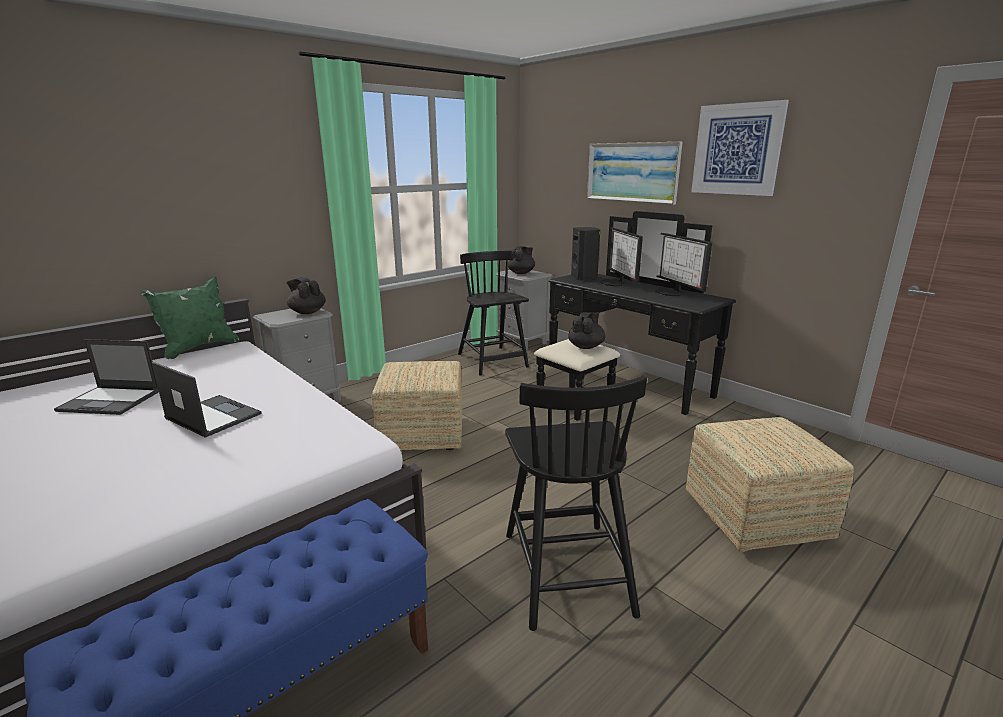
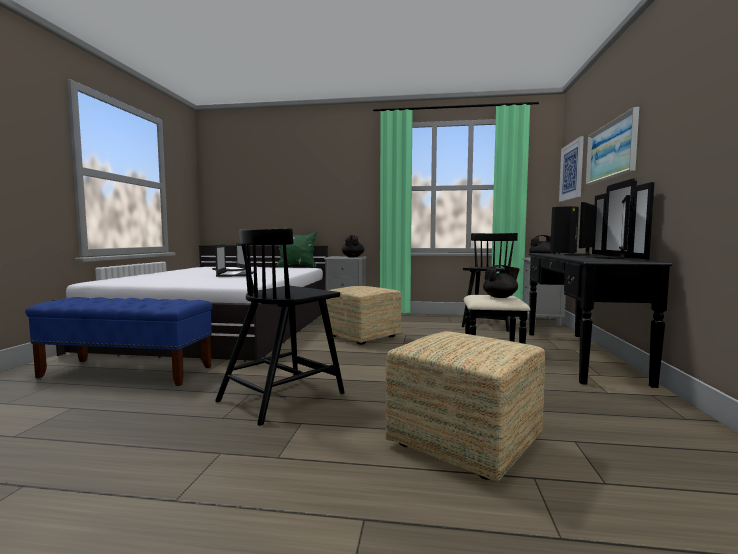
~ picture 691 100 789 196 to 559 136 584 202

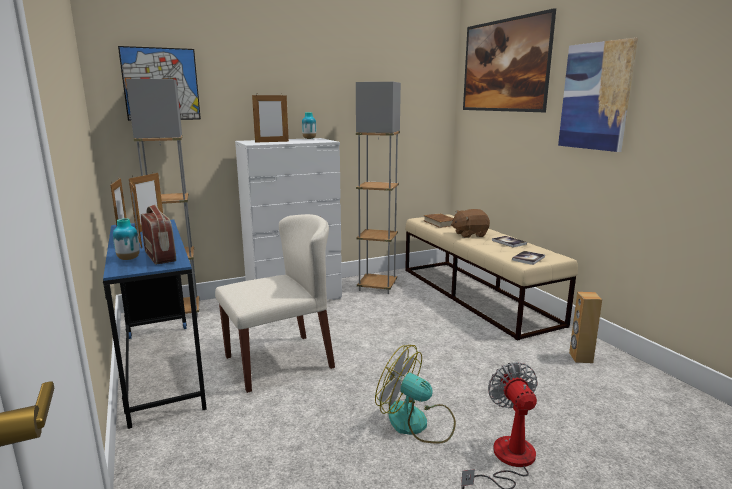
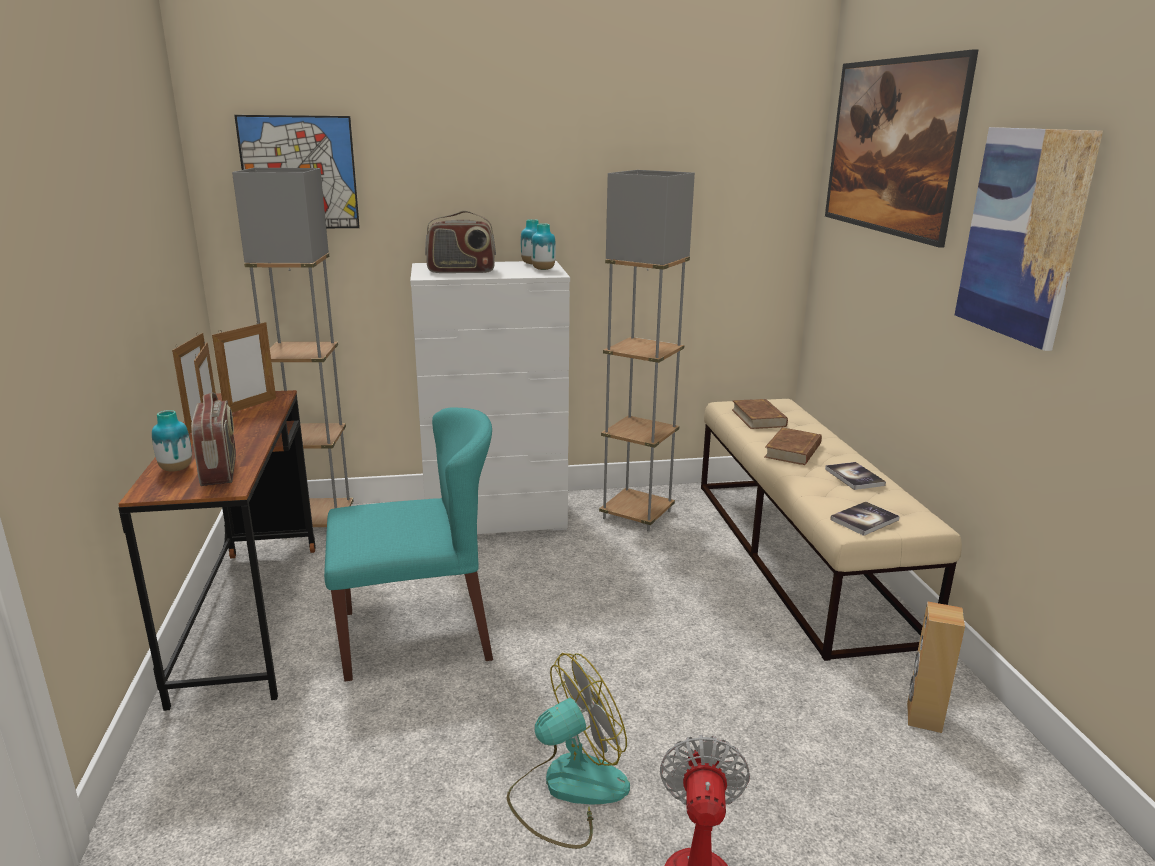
~ picture frame 252 94 289 143 to radio 425 211 496 273
~ plush toy (brown) 451 209 490 238 to book (brown) 764 427 822 465
~ chair (beige) 215 214 335 393 to chair (turquoise) 324 407 493 682
~ desk (blue) 103 219 207 429 to desk (brown) 118 390 316 711
~ fan 375 345 456 444 = 507 653 630 849 105 degrees clockwise
+ vase 531 223 556 270

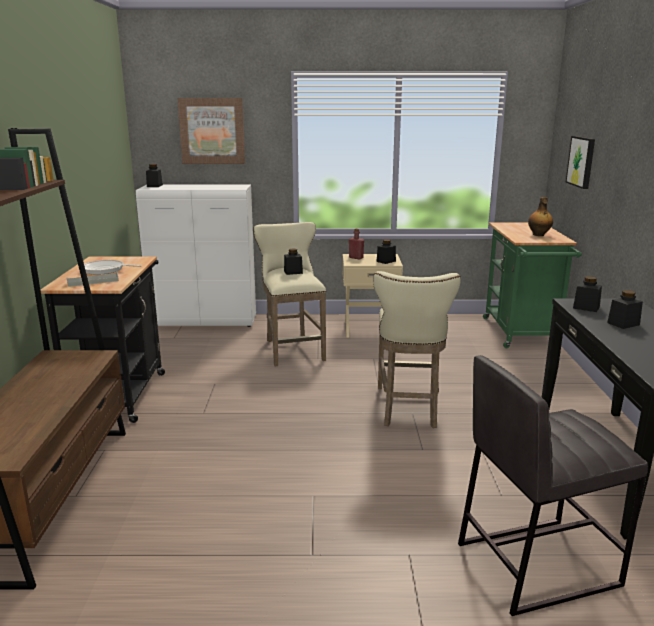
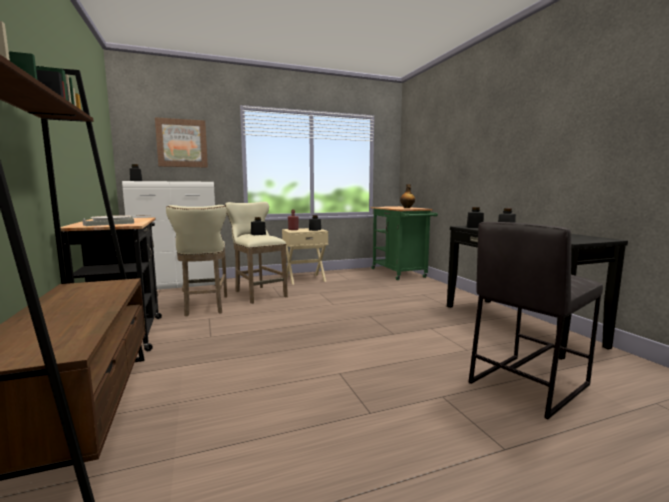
- picture 566 136 595 189
~ stool (beige) 373 271 461 428 to 166 205 227 316

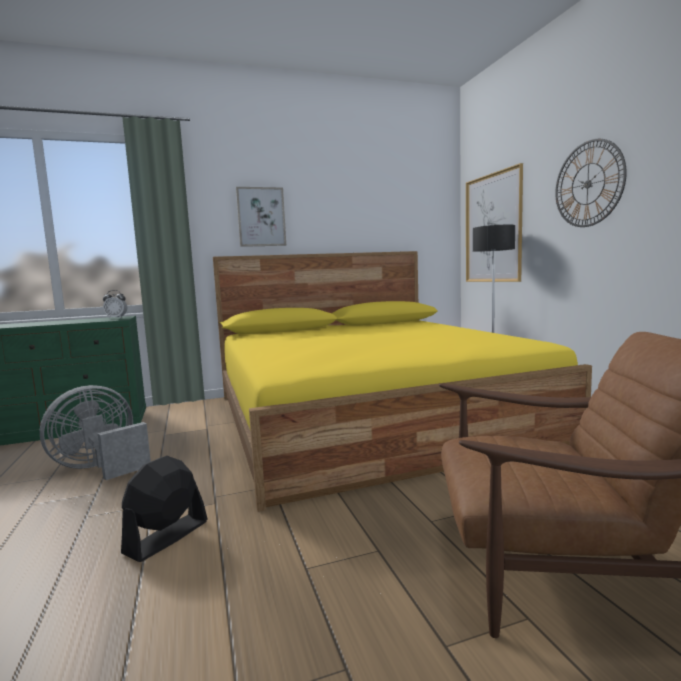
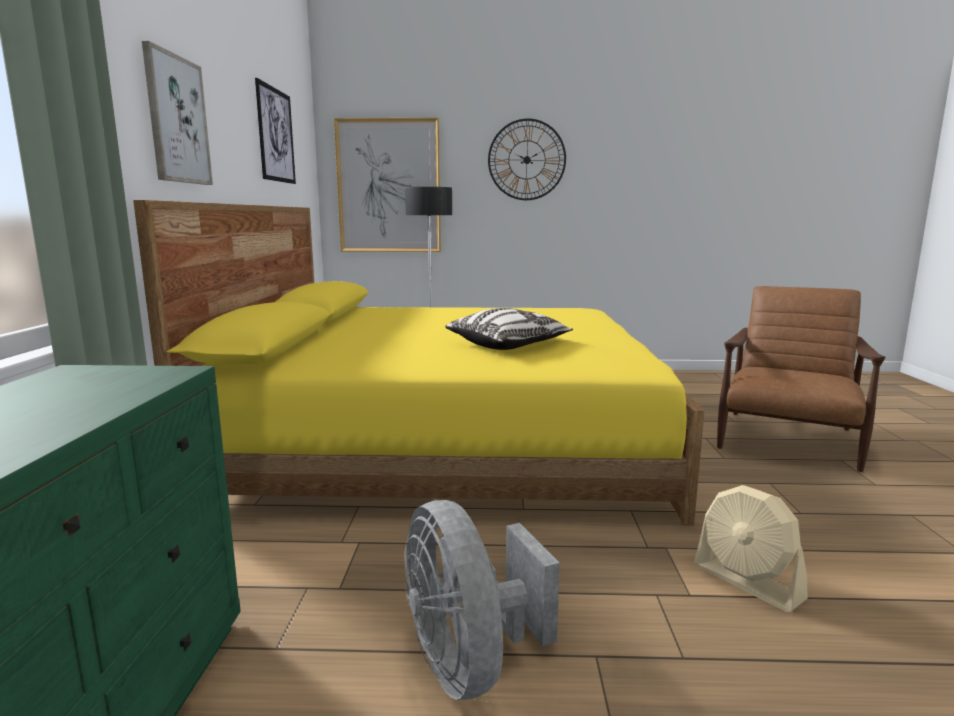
- alarm clock 103 290 127 319
~ fan (black) 121 456 207 562 to fan (beige) 694 485 808 612
+ picture 255 78 296 184
+ pillow 445 308 573 350

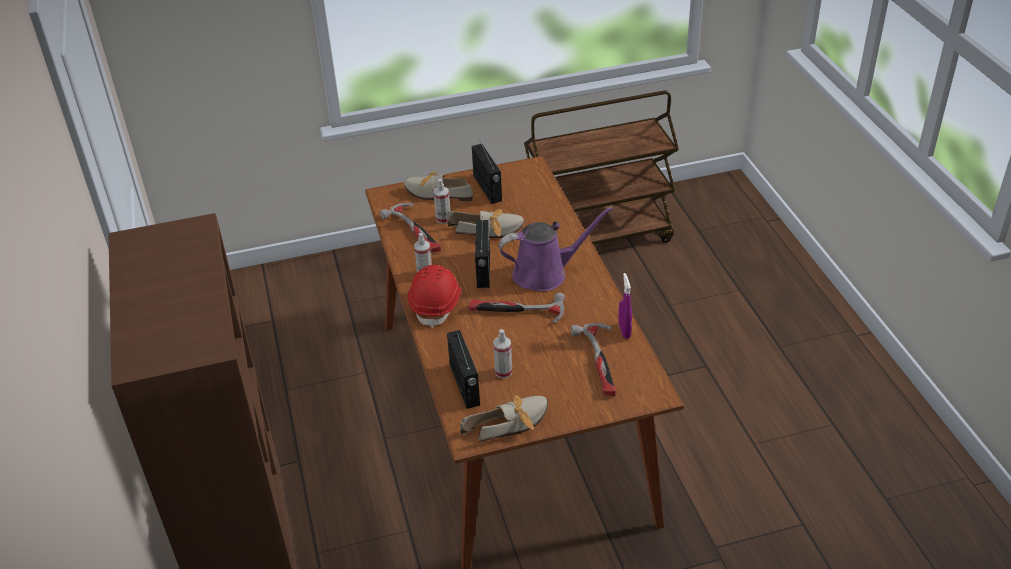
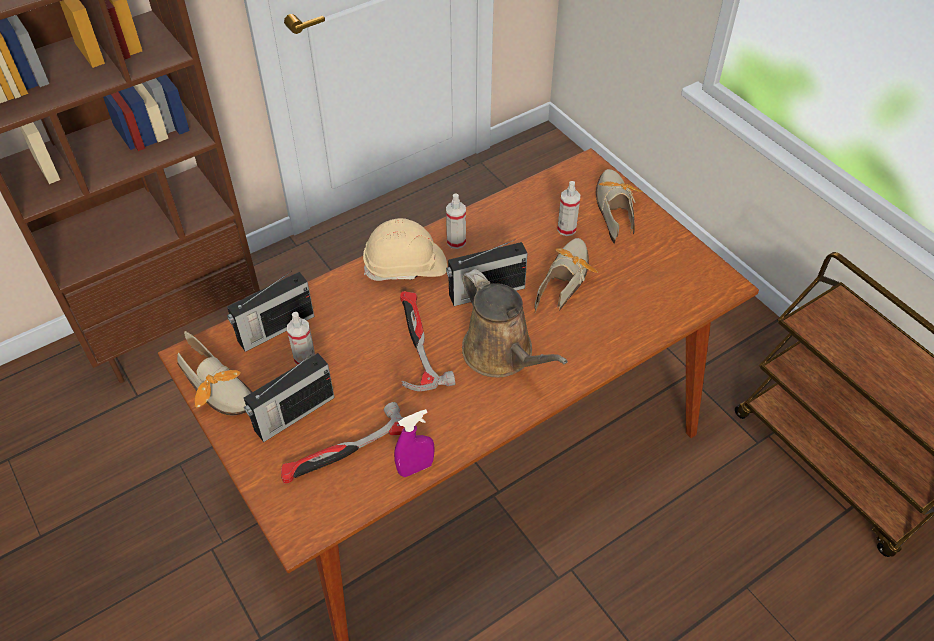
~ radio 472 142 502 204 to 244 353 335 442
- hammer 380 203 441 252
~ watering can (purple) 499 207 613 291 to watering can (brown) 462 269 568 378
~ shoe 447 209 524 238 = 534 238 598 313 135 degrees counterclockwise
~ hard hat (red) 408 265 461 328 to hard hat (beige) 363 218 447 281

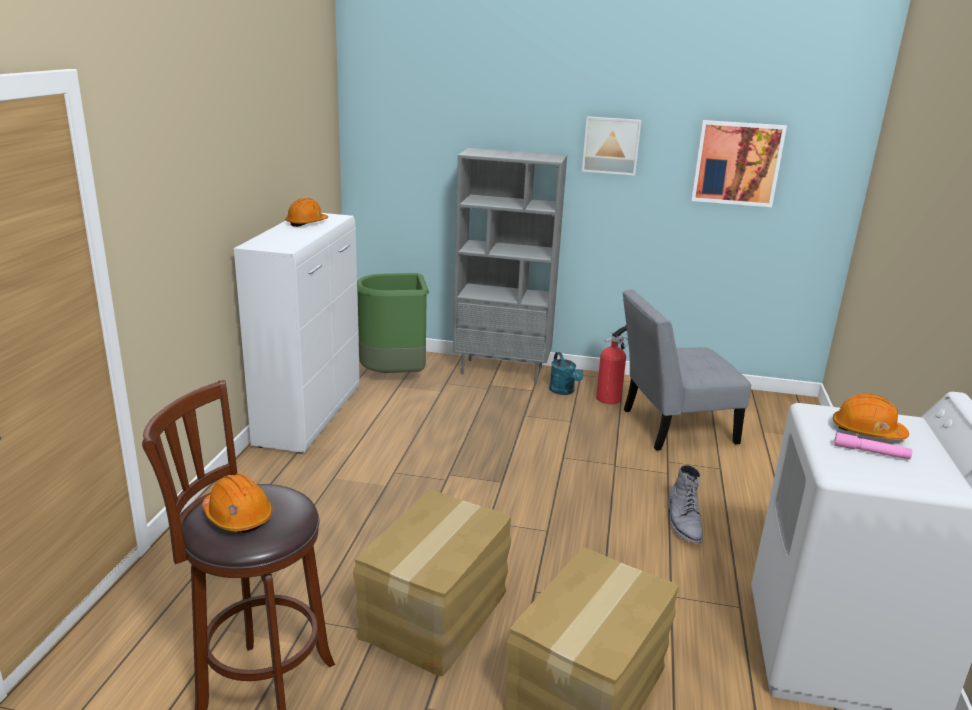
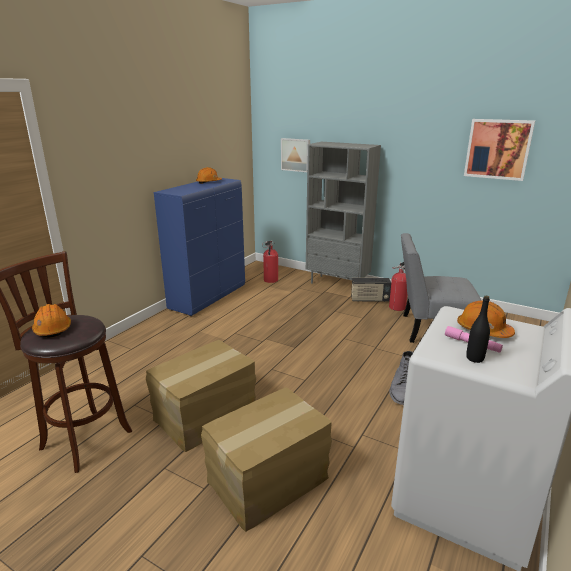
~ picture 582 116 642 176 to 281 138 310 172
~ cabinet (white) 234 213 359 454 to cabinet (blue) 154 178 245 316
~ trash can (green) 357 273 429 373 to fire extinguisher 262 240 278 283
~ watering can (turquoise) 549 352 583 395 to radio 351 278 391 302
+ bottle (black) 466 296 490 363

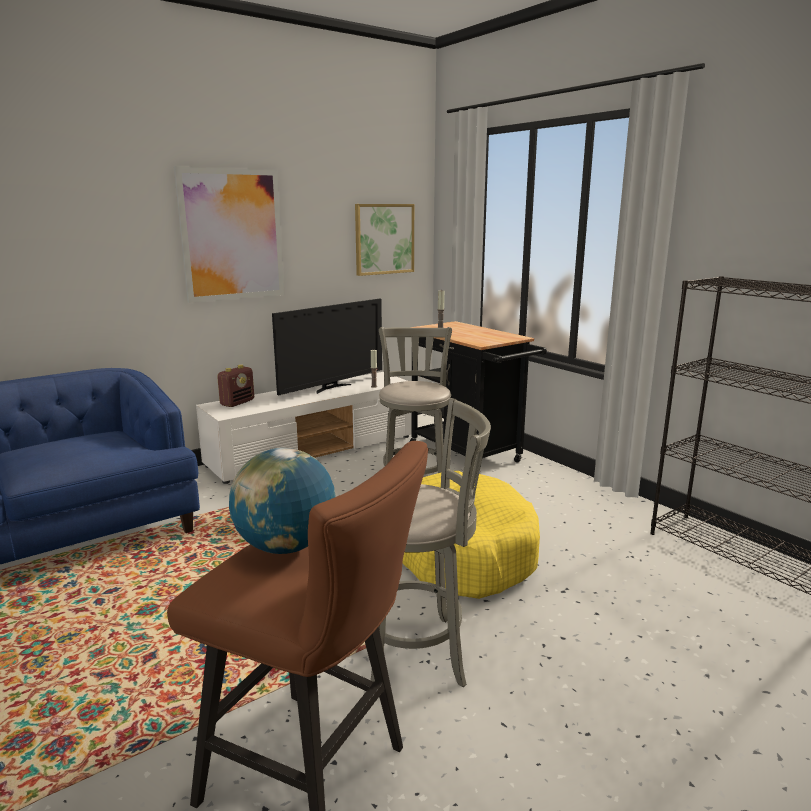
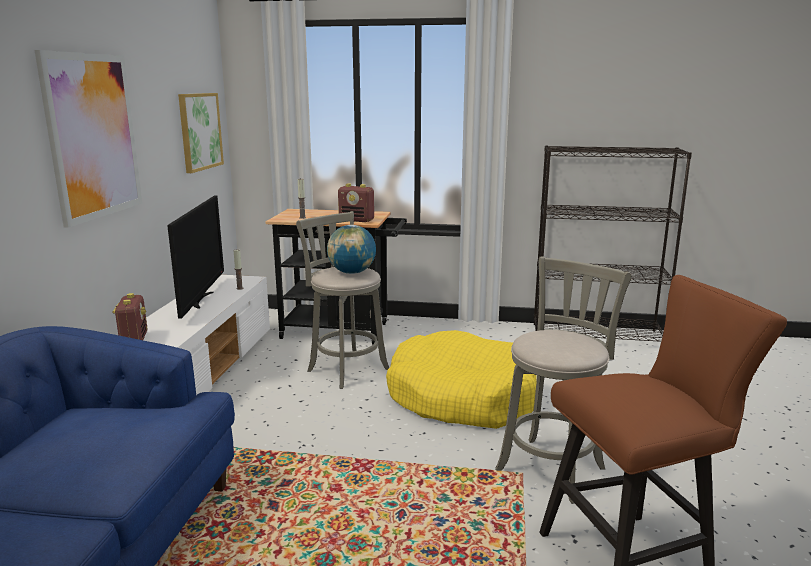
~ globe 229 448 336 554 to 327 225 376 274
+ radio 338 184 374 222

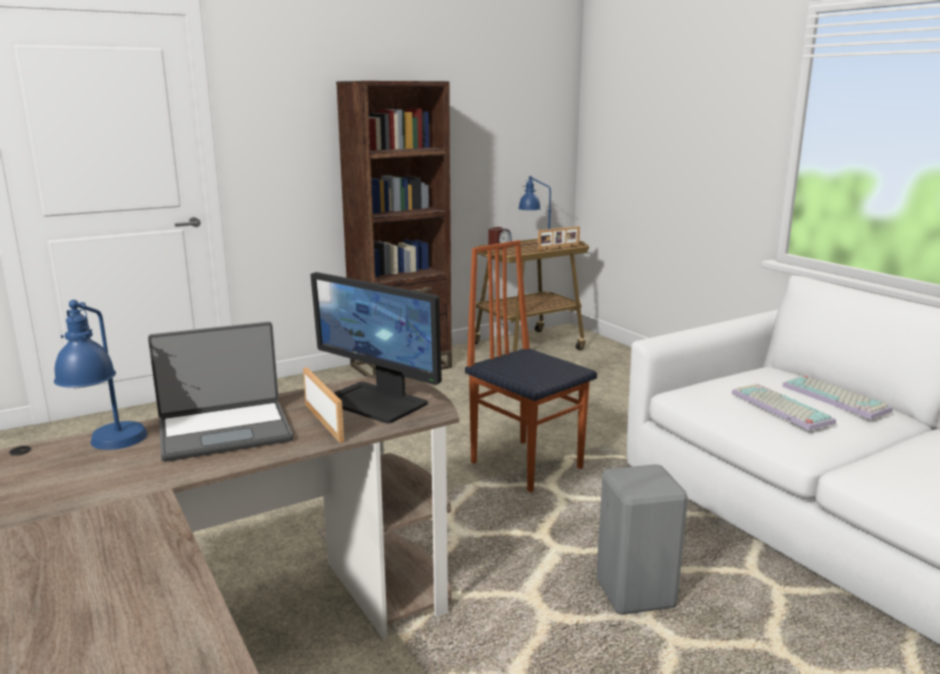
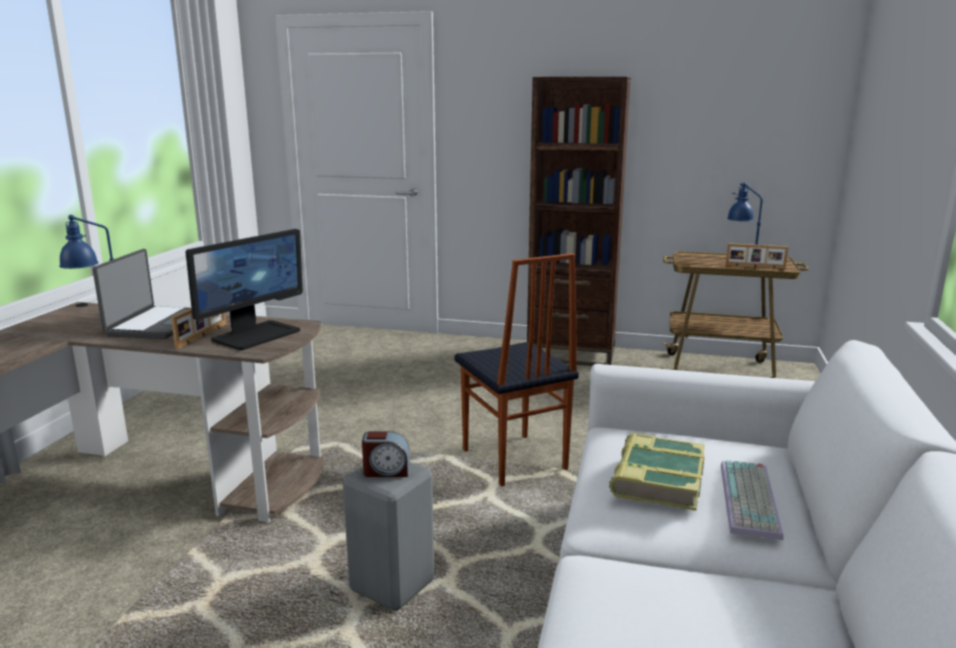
~ alarm clock 488 227 511 250 to 362 431 410 477
~ chair 465 240 597 492 = 454 253 579 487 150 degrees clockwise
~ monitor 311 272 442 424 = 186 229 303 350 135 degrees counterclockwise
~ laptop 148 322 293 462 = 92 249 191 339 105 degrees counterclockwise
~ keyboard 731 384 836 430 to book 609 433 705 511

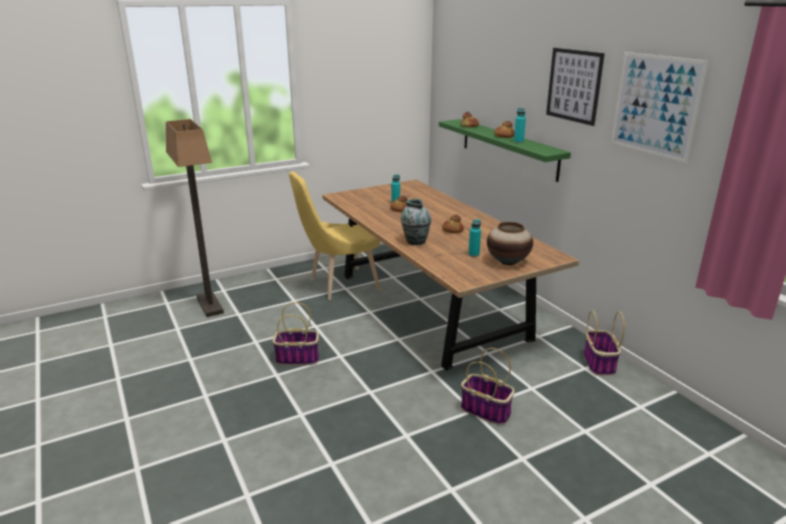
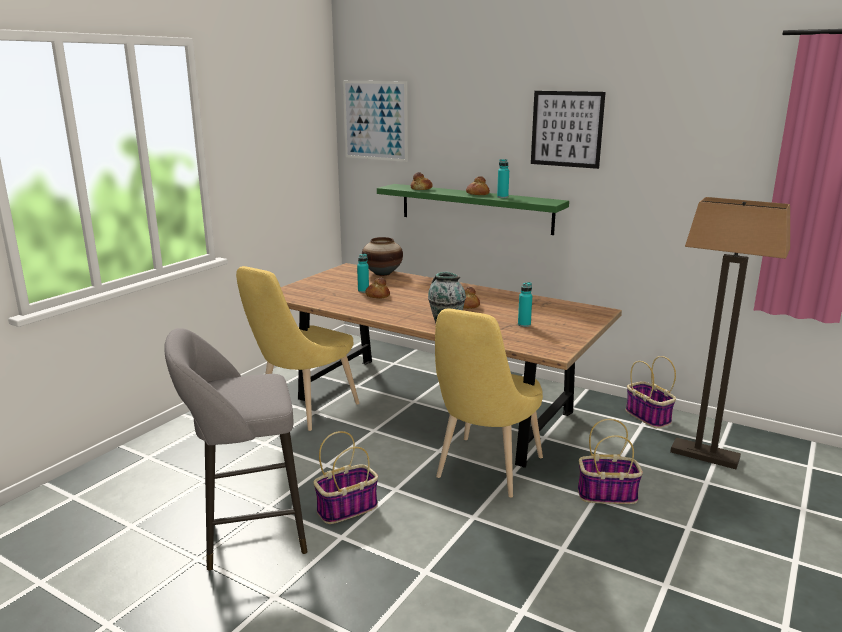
~ picture 611 52 708 163 to 343 81 408 162
~ floor lamp 166 119 224 317 to 670 197 790 469
~ vase 487 222 533 265 to 362 237 403 276
+ chair (yellow) 435 308 543 497
+ stool (grey) 164 328 308 570

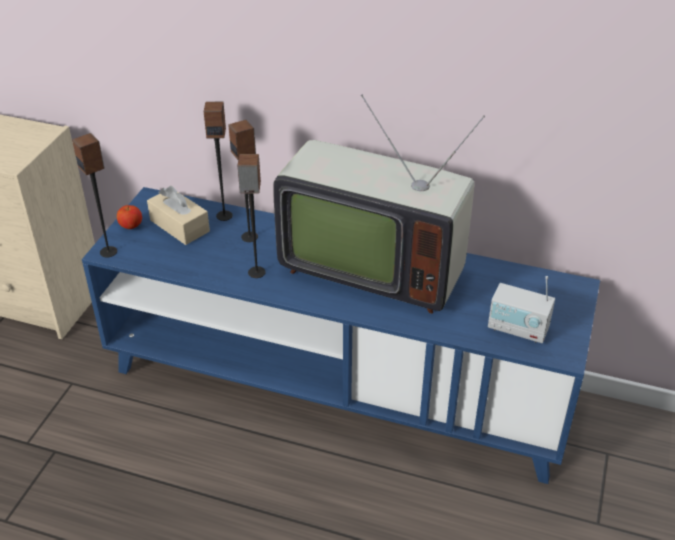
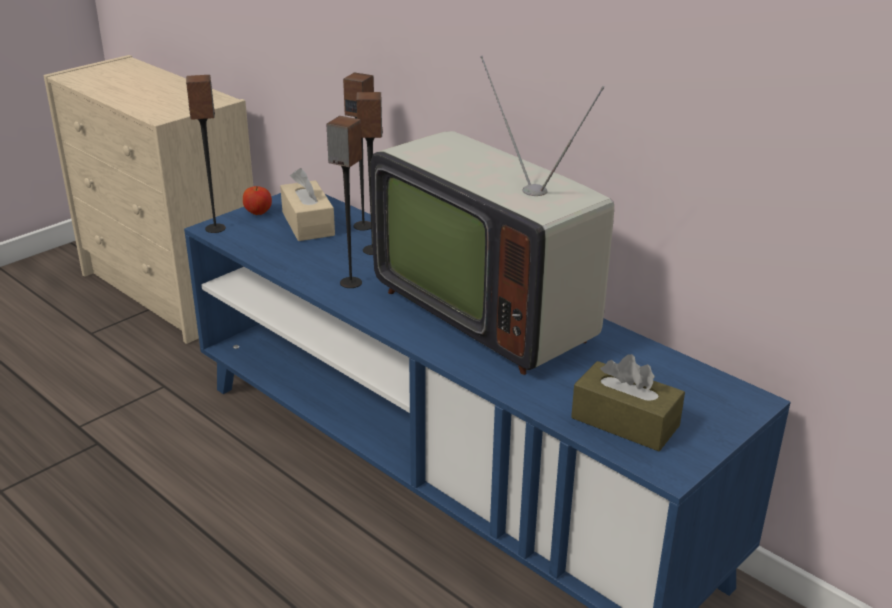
~ radio 488 276 555 343 to tissue box (brown) 571 354 685 451

